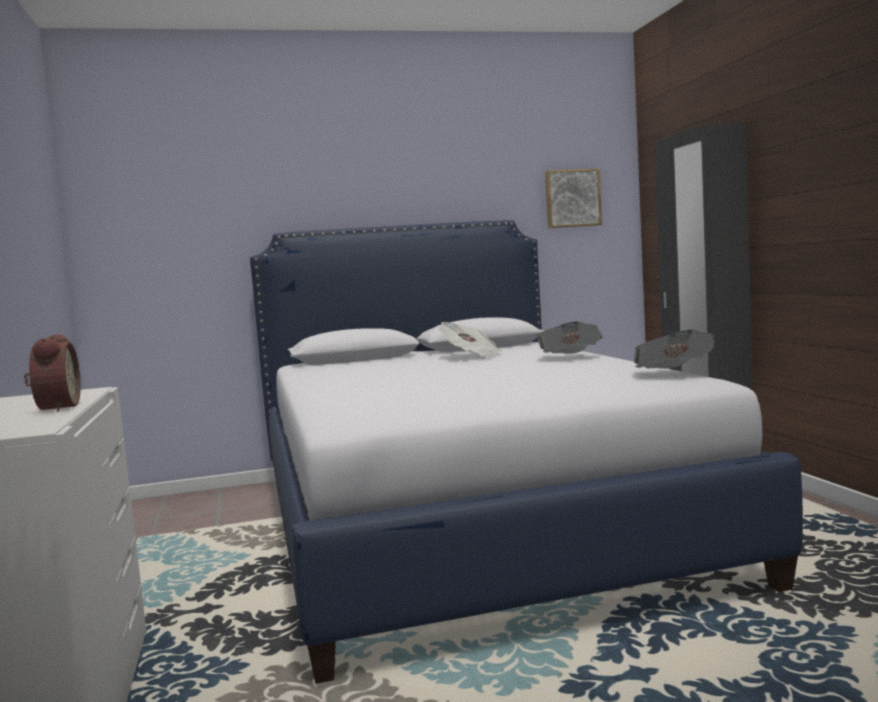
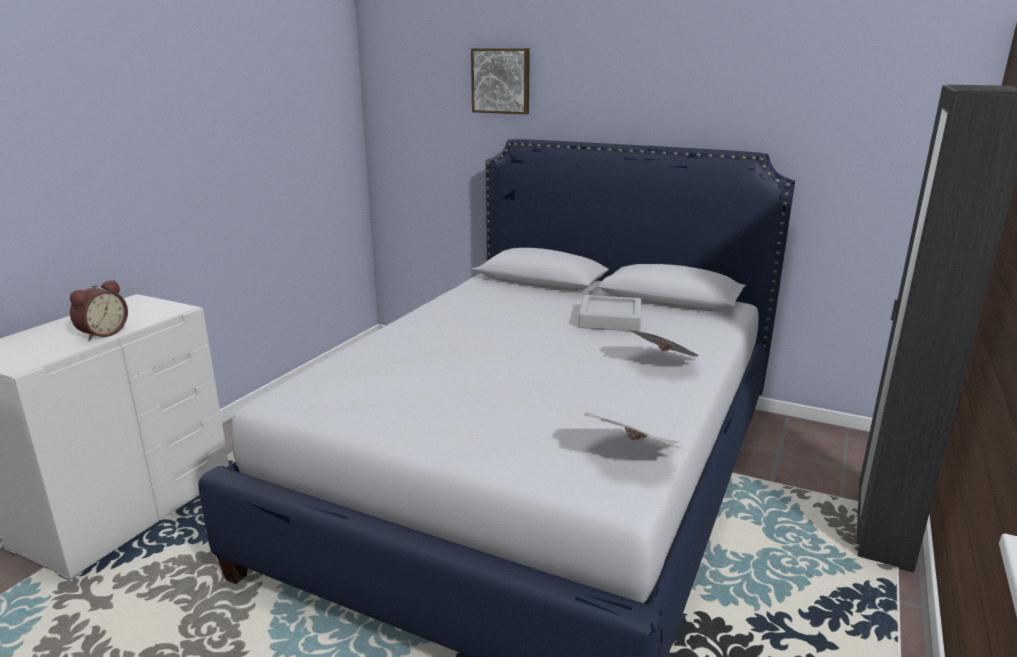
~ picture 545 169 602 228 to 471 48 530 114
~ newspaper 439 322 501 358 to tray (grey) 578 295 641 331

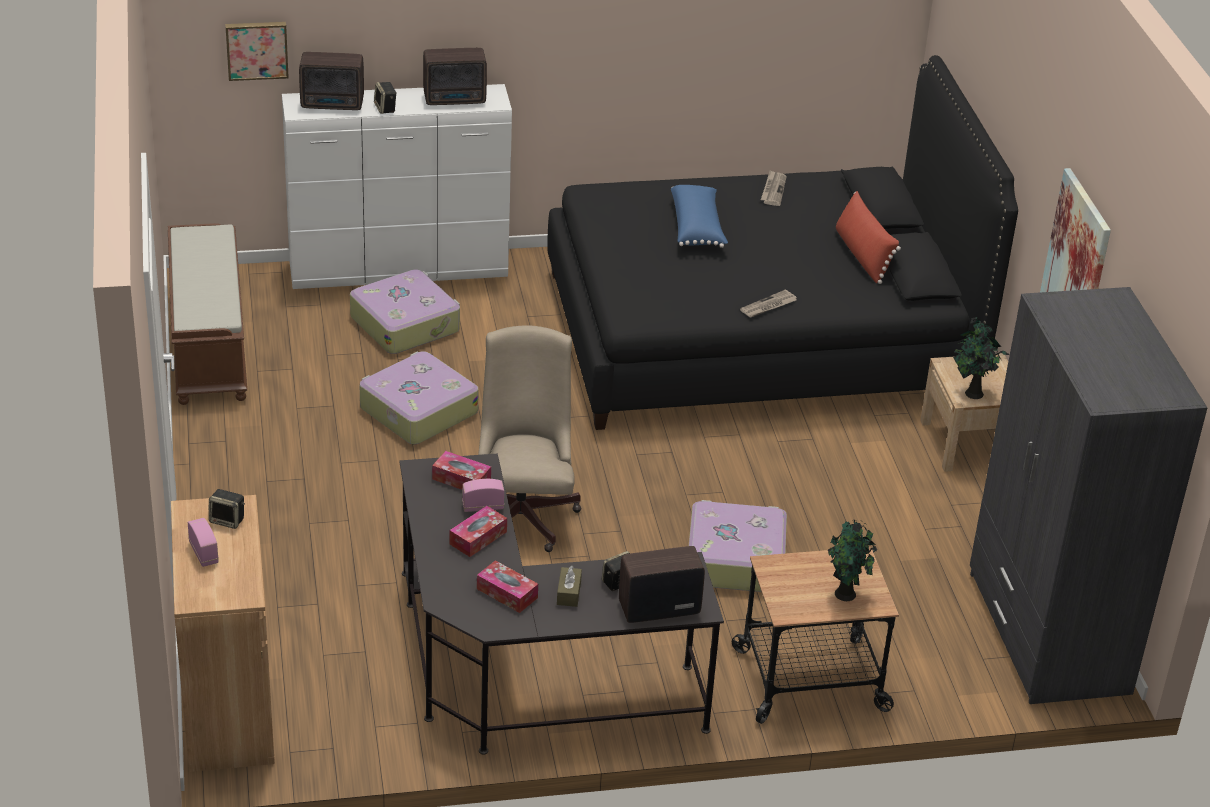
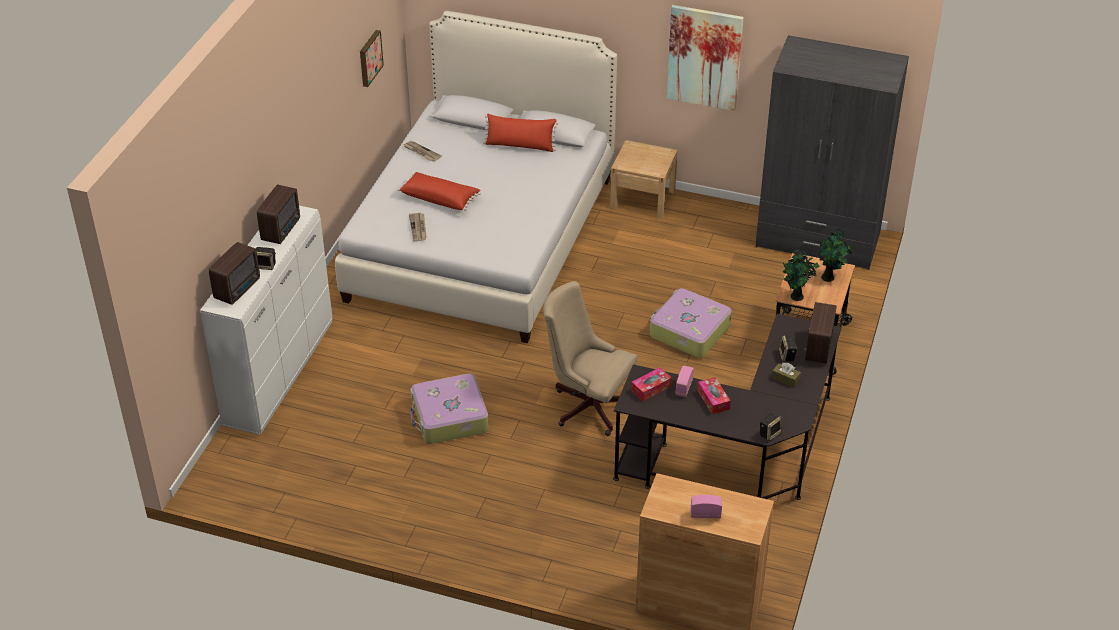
~ picture 225 22 289 81 to 360 30 384 87
~ bed (black) 547 55 1018 430 to bed (white) 335 11 617 343
~ pillow (blue) 671 185 728 248 to pillow (red) 398 172 481 211
- bench (brown) 168 223 247 405
- suitcase 350 269 460 354
~ newspaper 740 289 797 318 to 409 213 427 241
~ potted plant 953 317 1009 399 to 783 250 819 301
~ speaker 209 489 245 529 to 760 412 782 441
- tissue box 477 560 538 613

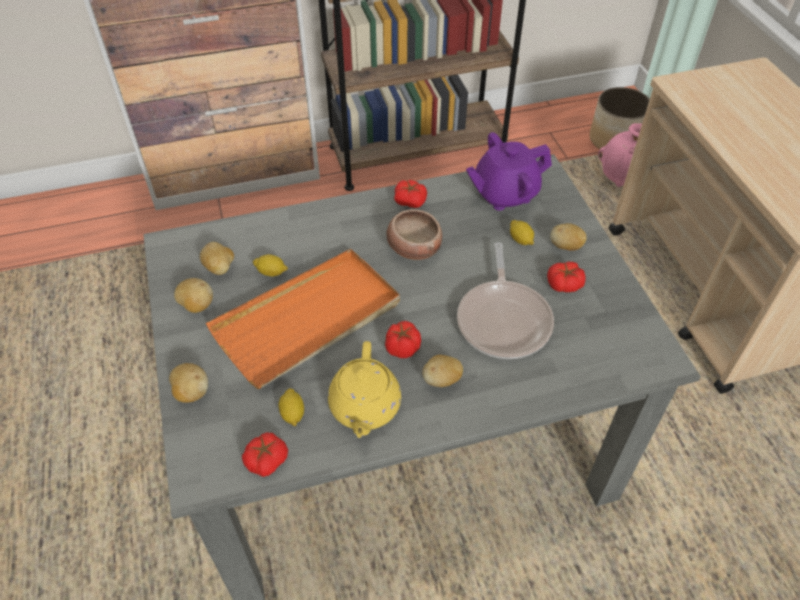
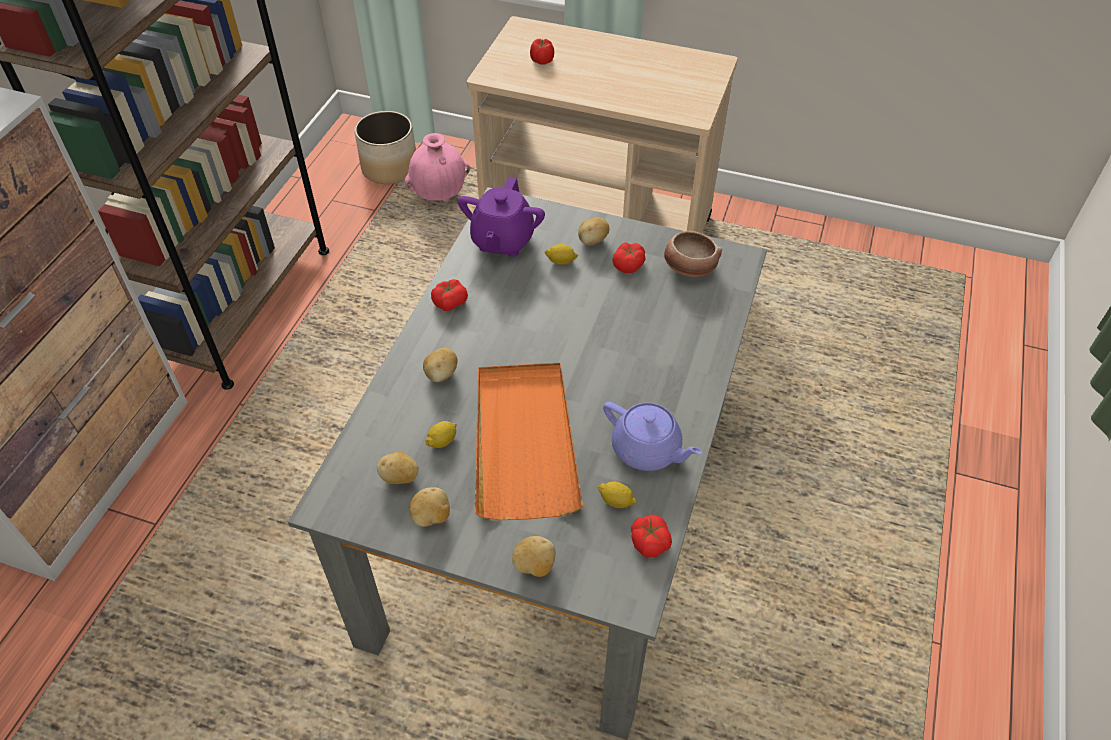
~ bowl 386 209 442 260 to 664 231 722 277
- frying pan 457 242 554 359
~ tomato 385 321 421 358 to 530 39 554 65
~ teapot (yellow) 328 341 401 438 to teapot (purple) 603 402 702 471
~ potato 422 355 463 387 to 423 348 458 382

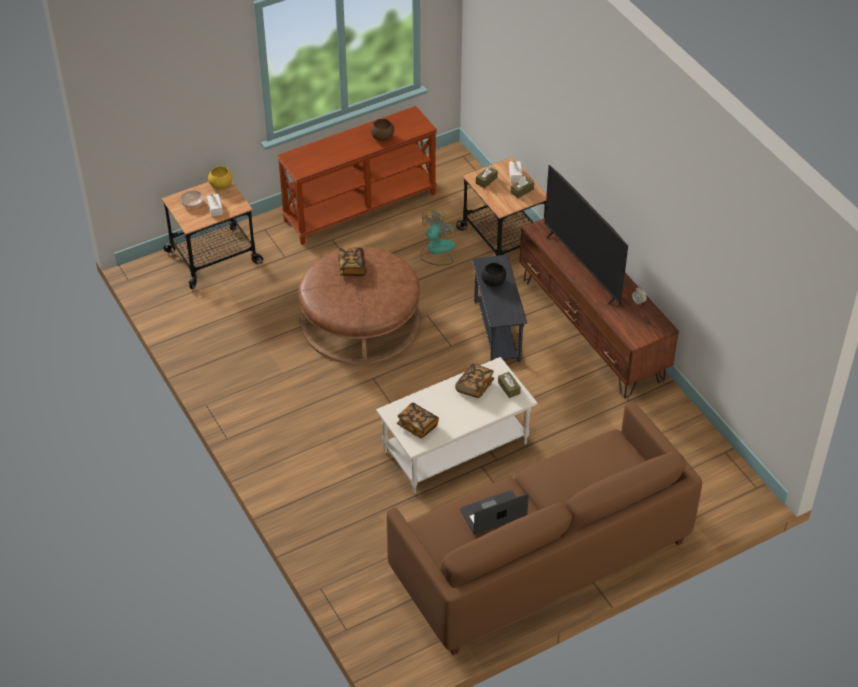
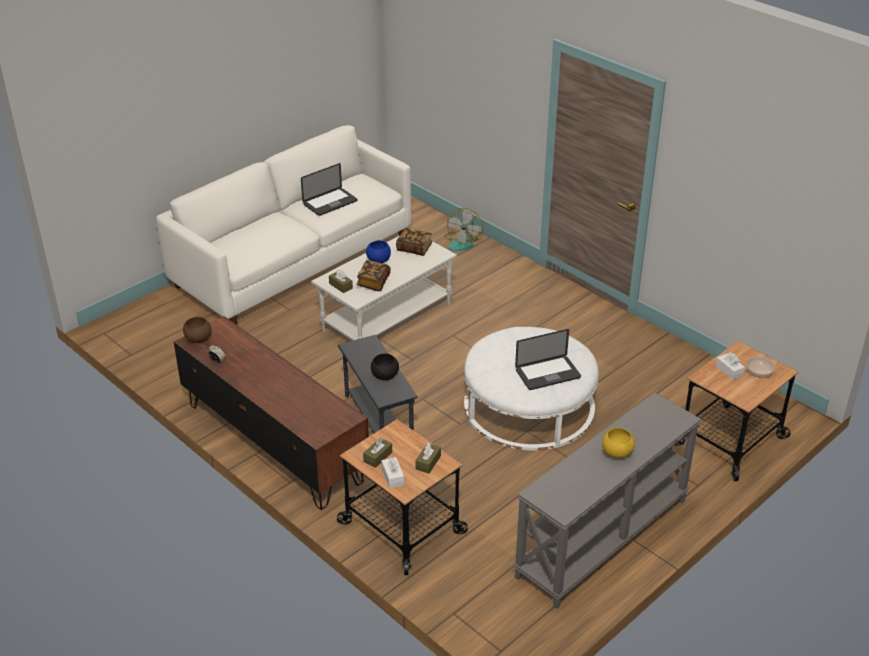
~ console table (brown) 277 106 437 245 to console table (grey) 513 393 701 609
~ bowl (brown) 371 119 394 141 to 183 317 212 343
- television 545 165 628 305
~ bowl (yellow) 208 166 232 189 to 602 428 635 458
~ fan 420 209 456 266 to 445 208 483 251
~ ottoman (brown) 298 247 420 364 to ottoman (white) 464 327 599 451
~ book 338 247 366 276 to laptop 515 329 581 390
~ sofa (brown) 387 402 702 655 to sofa (white) 156 125 412 325
+ bowl (blue) 366 240 391 263

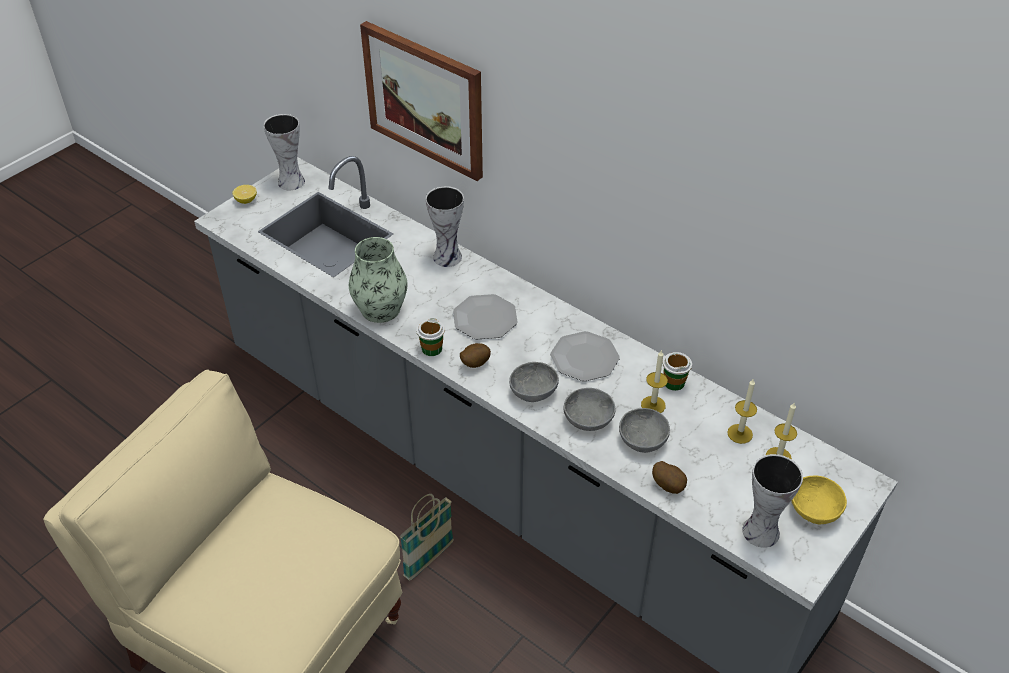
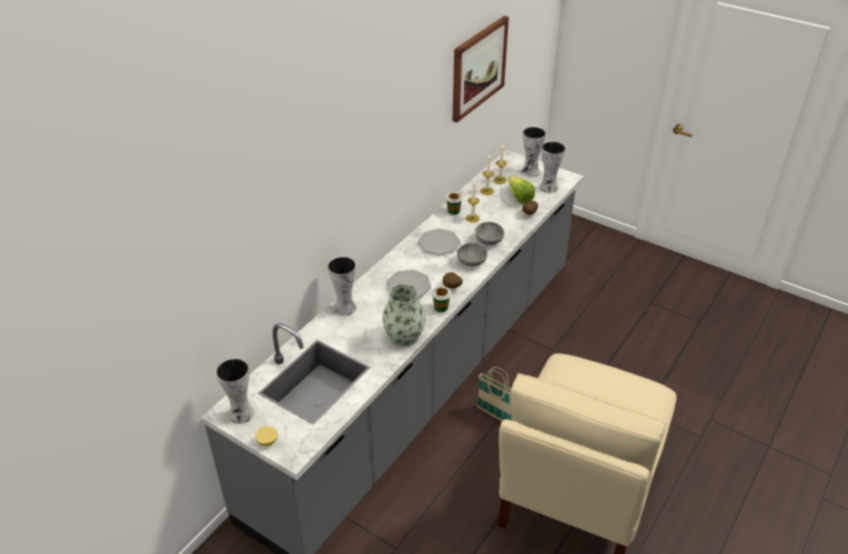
~ picture 360 21 483 181 to 453 16 509 123
- bowl (grey) 619 408 670 453
~ bowl (yellow) 792 475 847 524 to vase 522 126 546 177
+ lettuce 508 176 535 204

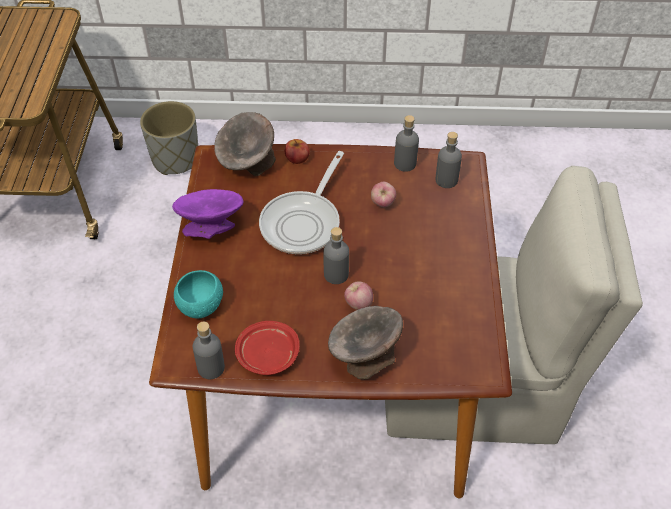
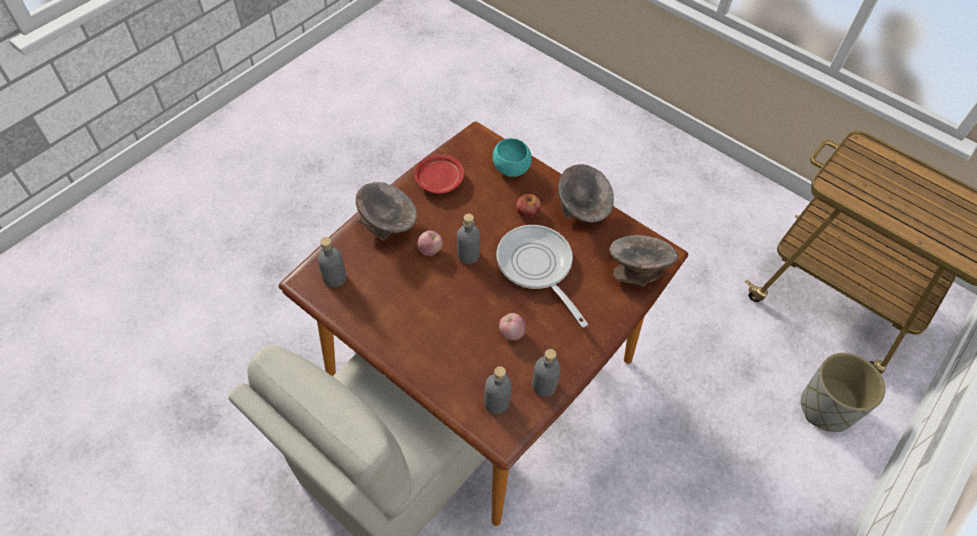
~ apple 285 139 310 164 to 516 194 541 218
~ bowl (purple) 172 189 244 239 to bowl (grey) 558 164 614 223
~ bottle (grey) 193 322 225 379 to 318 237 346 287

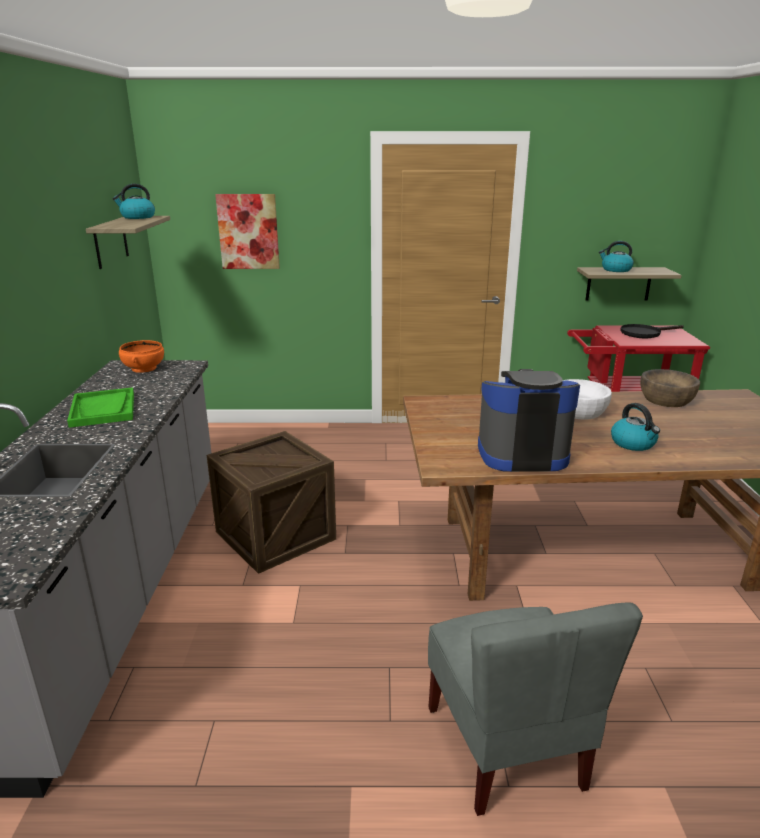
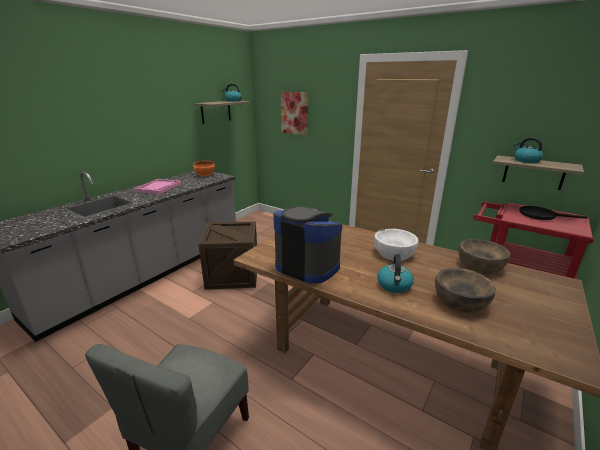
~ tray (green) 67 387 134 428 to tray (pink) 135 179 181 194
+ bowl (brown) 435 268 496 313

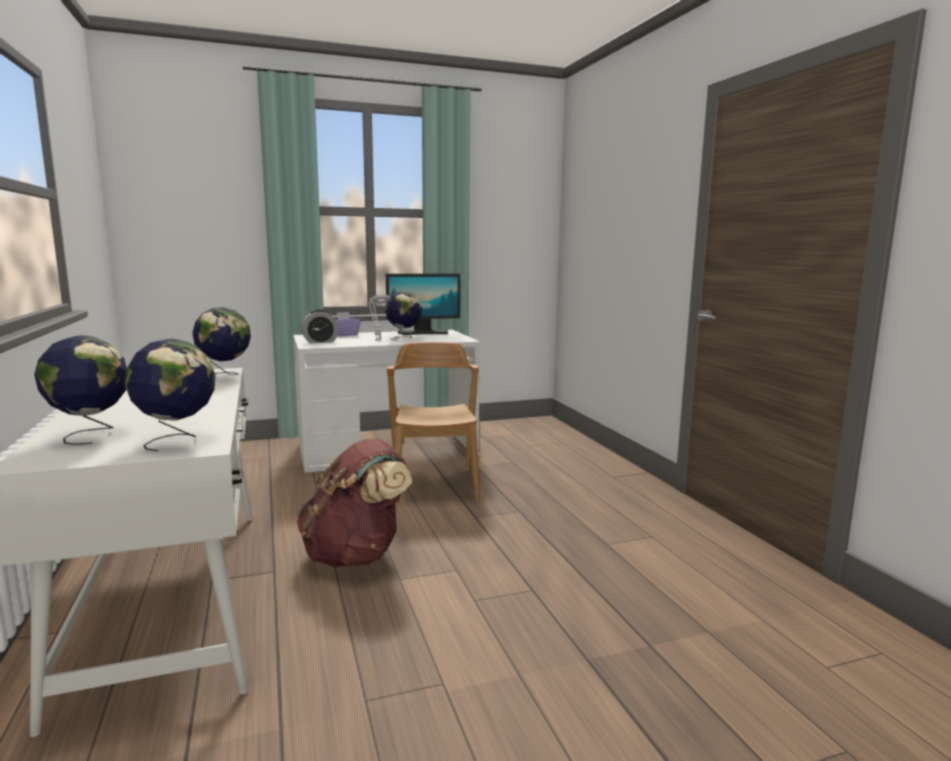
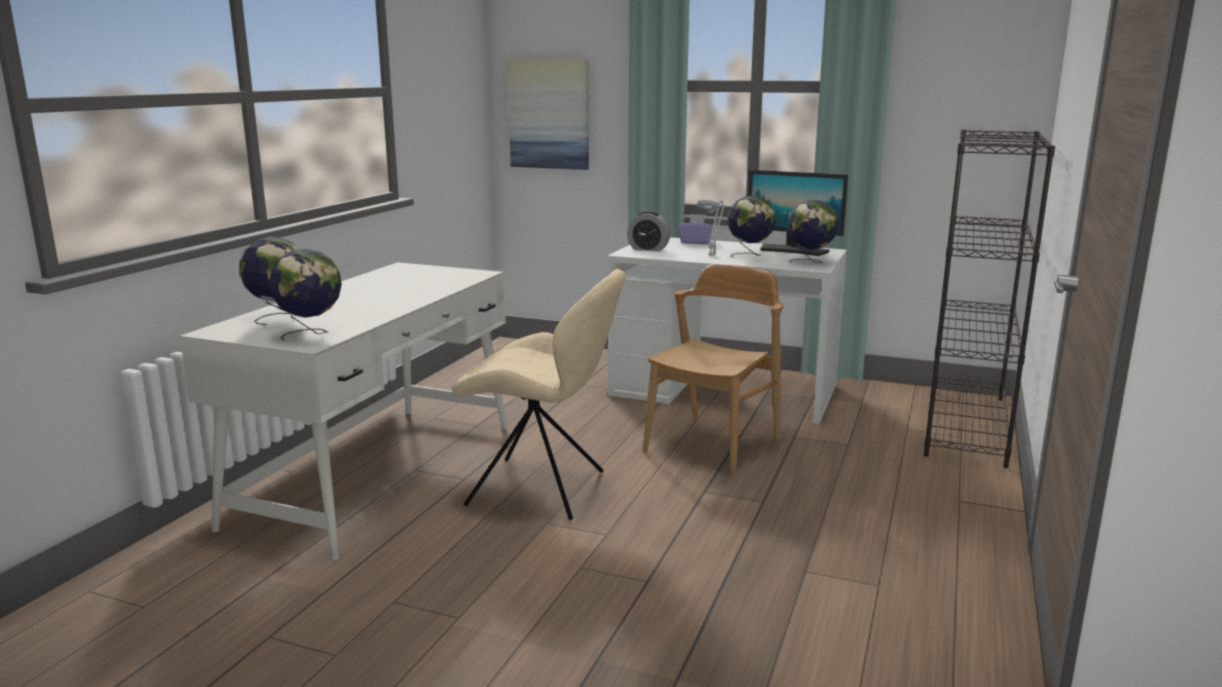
~ globe 192 307 251 375 to 788 200 838 263
~ backpack (brown) 296 438 412 567 to chair (beige) 452 269 626 520
+ picture 507 60 589 170
+ bookcase (black) 924 130 1055 468

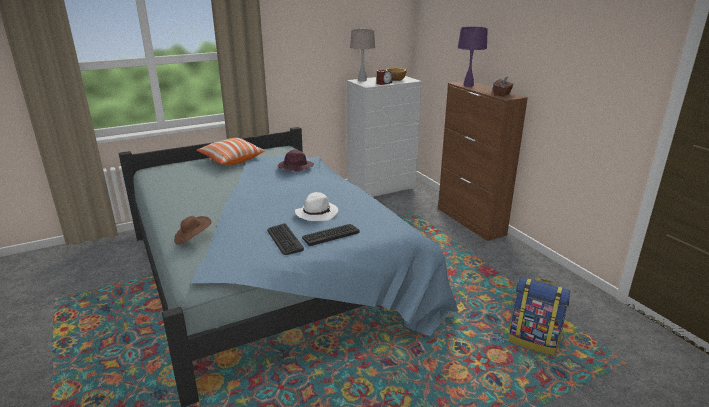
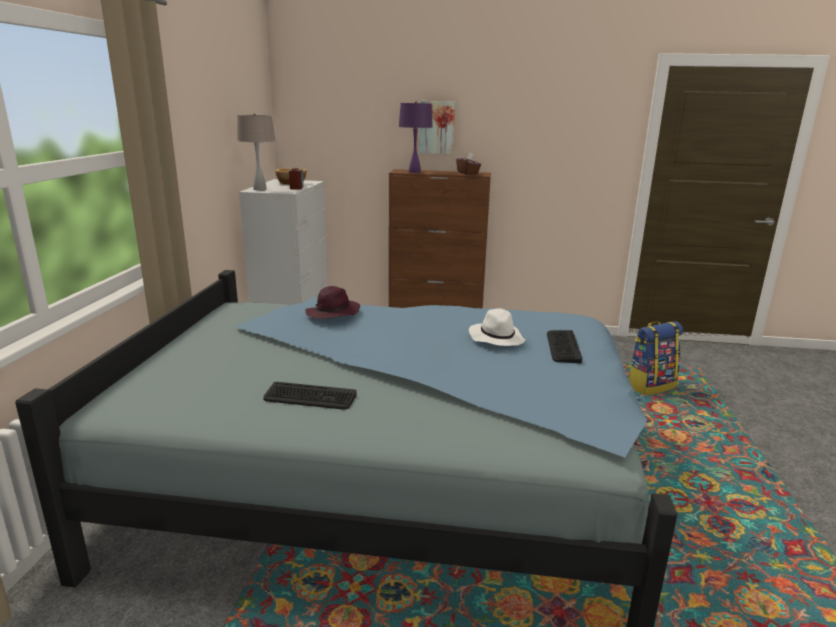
- pillow 196 138 265 165
- hat (brown) 174 216 211 244
~ keyboard 267 223 304 255 to 264 382 357 409
+ picture 420 101 455 154

